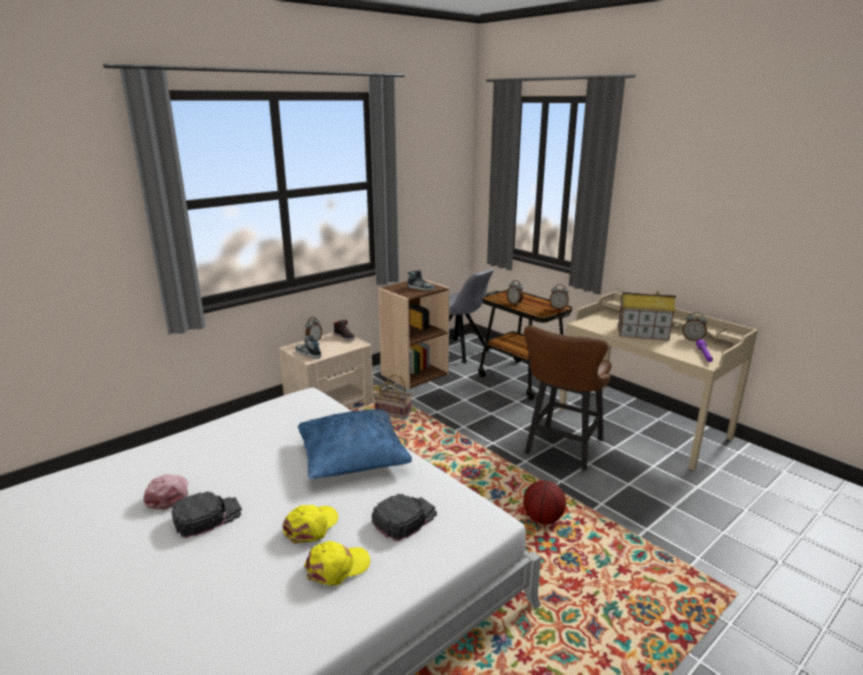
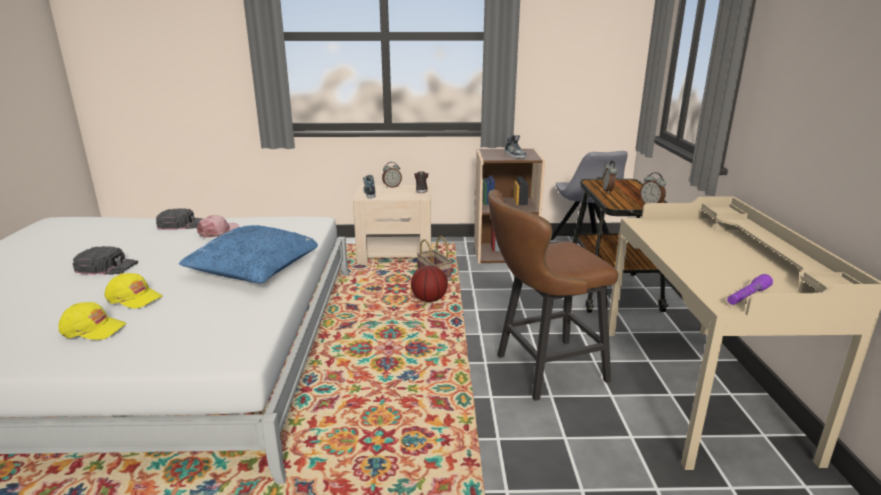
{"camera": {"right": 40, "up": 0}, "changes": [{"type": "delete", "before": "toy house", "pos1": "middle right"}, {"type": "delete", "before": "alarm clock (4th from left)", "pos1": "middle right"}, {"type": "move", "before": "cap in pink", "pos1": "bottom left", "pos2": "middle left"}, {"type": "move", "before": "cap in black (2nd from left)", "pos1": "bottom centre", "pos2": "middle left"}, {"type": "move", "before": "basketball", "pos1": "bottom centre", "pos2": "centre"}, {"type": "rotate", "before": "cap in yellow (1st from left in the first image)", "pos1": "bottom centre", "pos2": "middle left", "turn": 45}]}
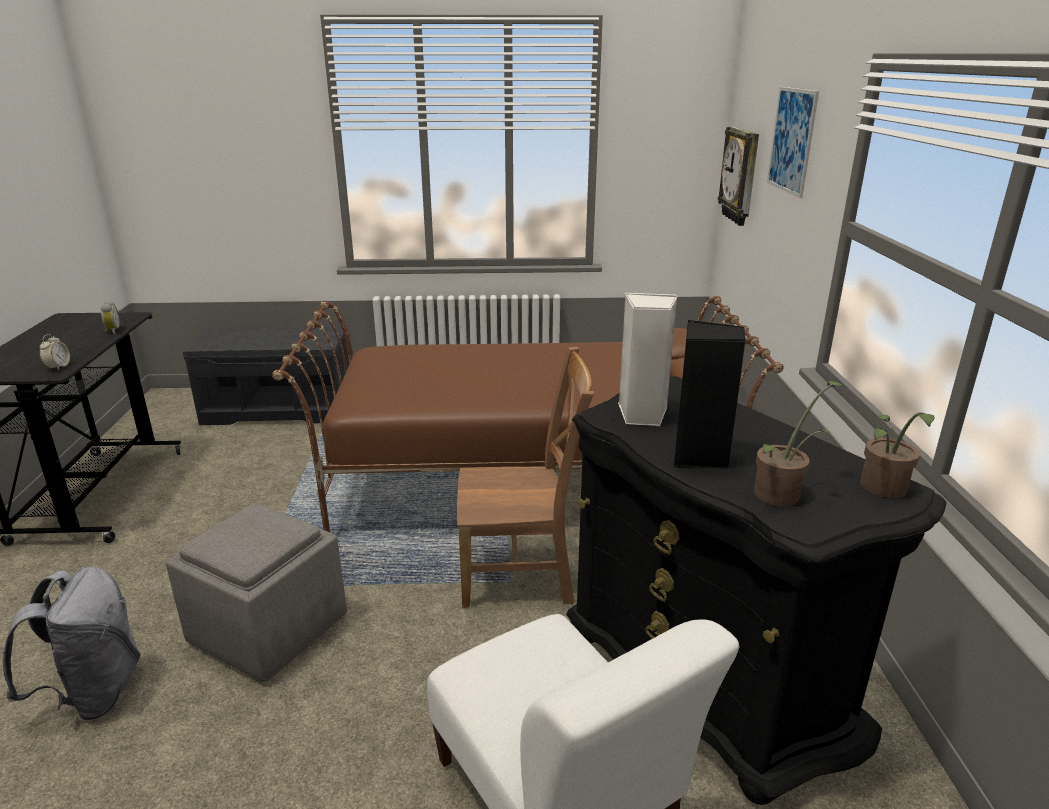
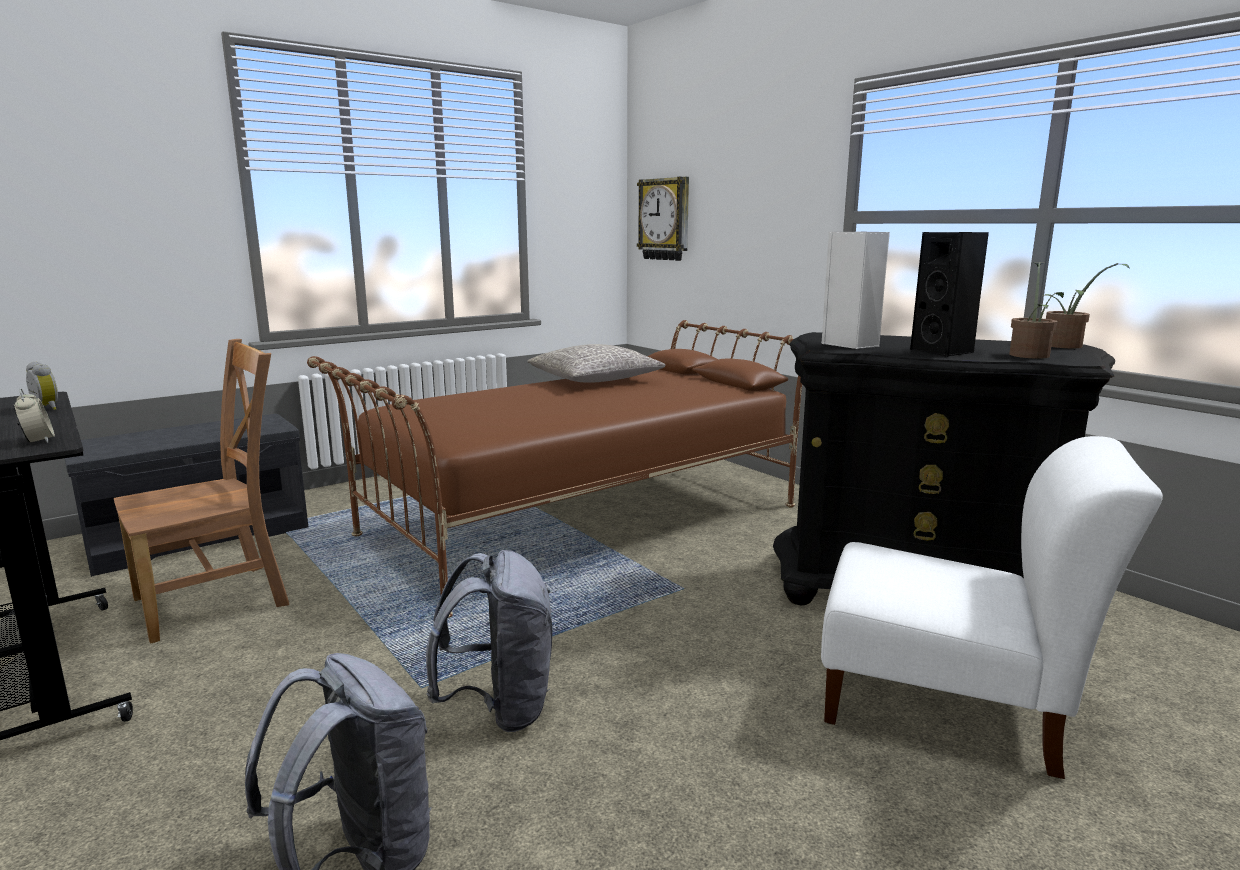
{"camera": {"right": -35, "up": -10}, "changes": [{"type": "delete", "before": "picture", "pos1": "top right"}, {"type": "insert", "after": "pillow in grey", "pos2": "centre"}, {"type": "move", "before": "chair in brown", "pos1": "centre", "pos2": "middle left"}, {"type": "replace", "before": "ottoman in grey", "after": "backpack in grey (2nd from left)", "pos1": "bottom left", "pos2": "bottom centre"}]}
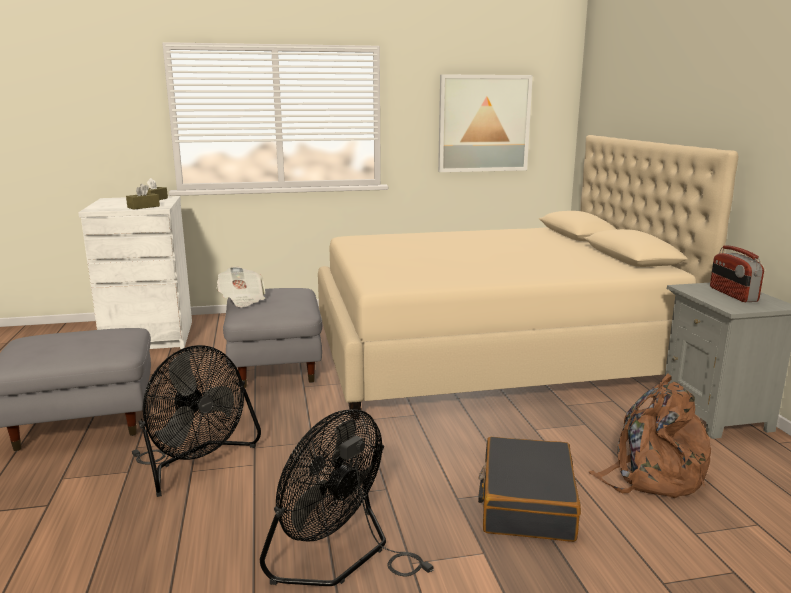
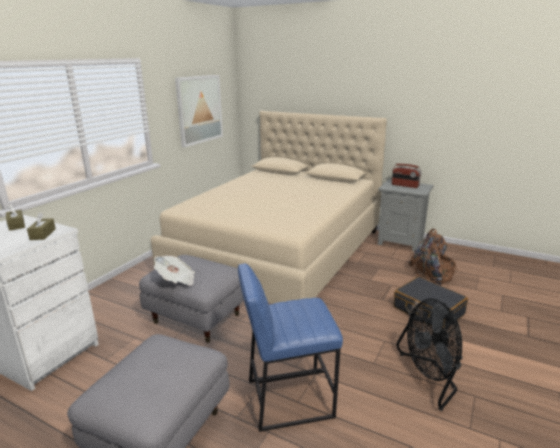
{"camera": {"right": -50, "up": 5}, "changes": [{"type": "replace", "before": "fan in black (1st from left)", "after": "chair in blue", "pos1": "bottom left", "pos2": "bottom centre"}]}
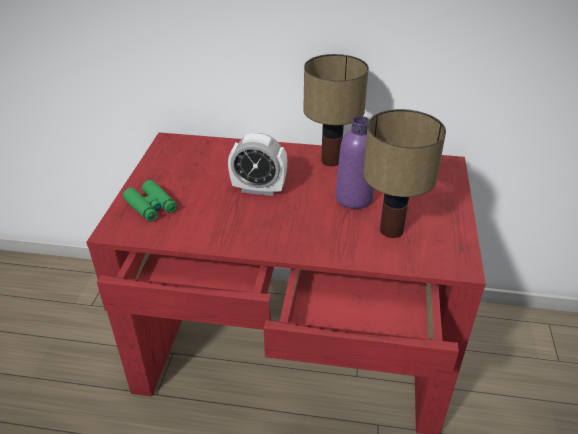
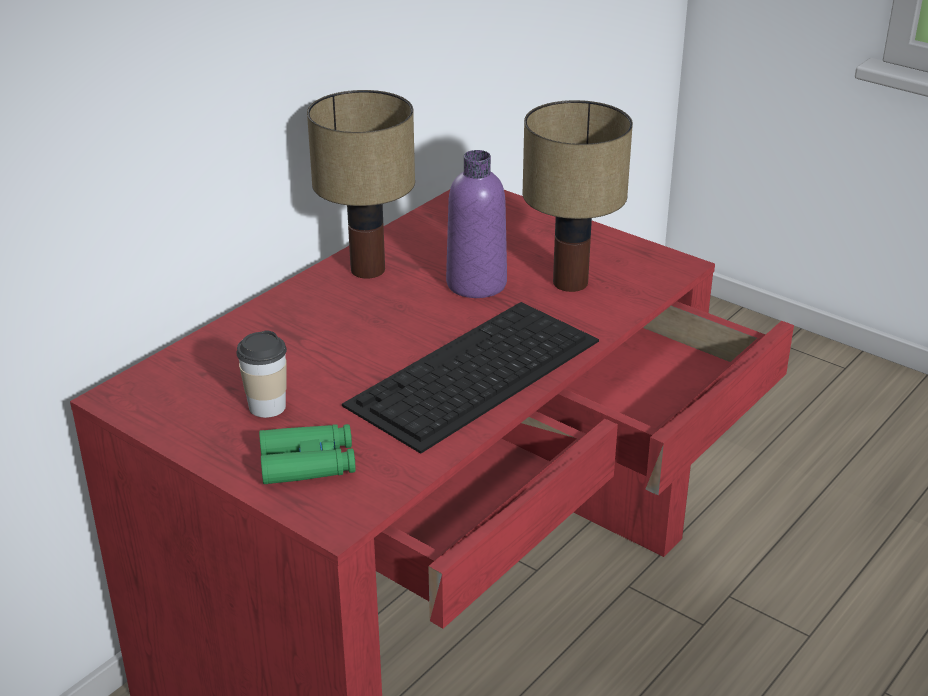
{"camera": {"right": -60, "up": -5}, "changes": [{"type": "delete", "before": "alarm clock", "pos1": "centre"}, {"type": "insert", "after": "cup", "pos2": "middle left"}, {"type": "insert", "after": "keyboard", "pos2": "centre"}]}
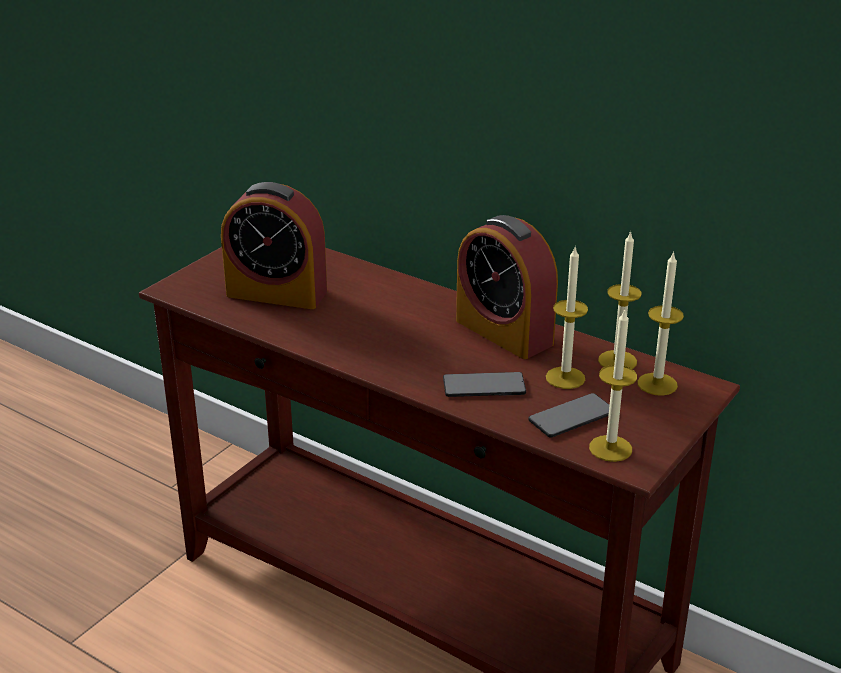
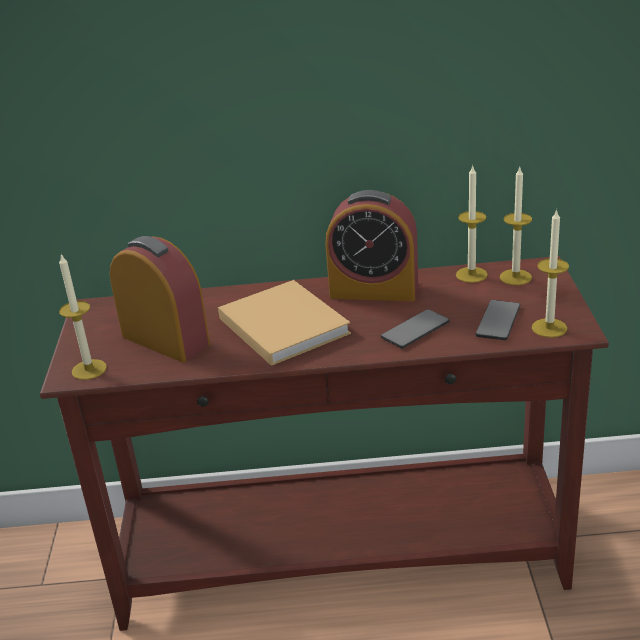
{"camera": {"right": -35, "up": 0}, "changes": [{"type": "insert", "after": "book in beige", "pos2": "centre"}, {"type": "move", "before": "candle (1st from left)", "pos1": "middle right", "pos2": "middle left"}, {"type": "rotate", "before": "alarm clock (1st from left)", "pos1": "middle left", "pos2": "middle left", "turn": -120}]}
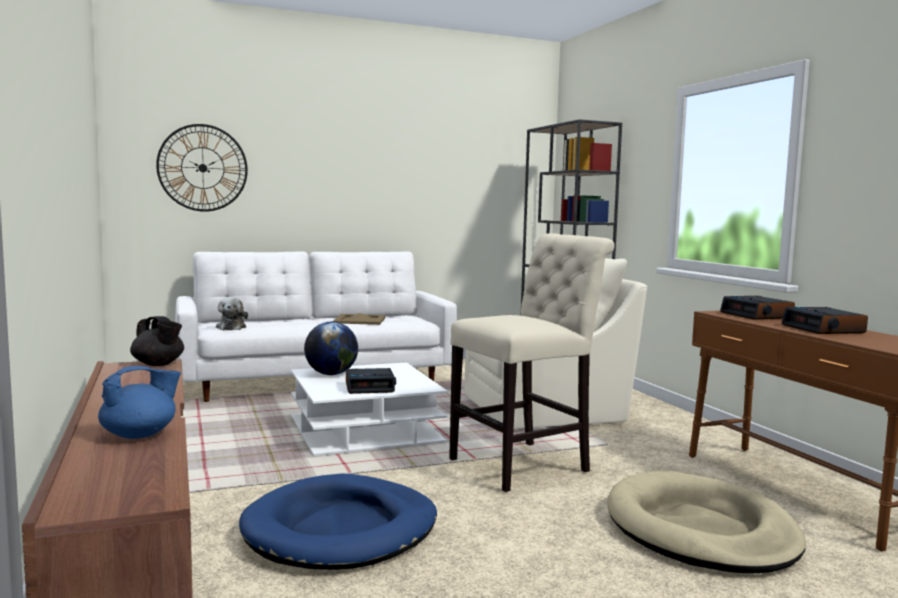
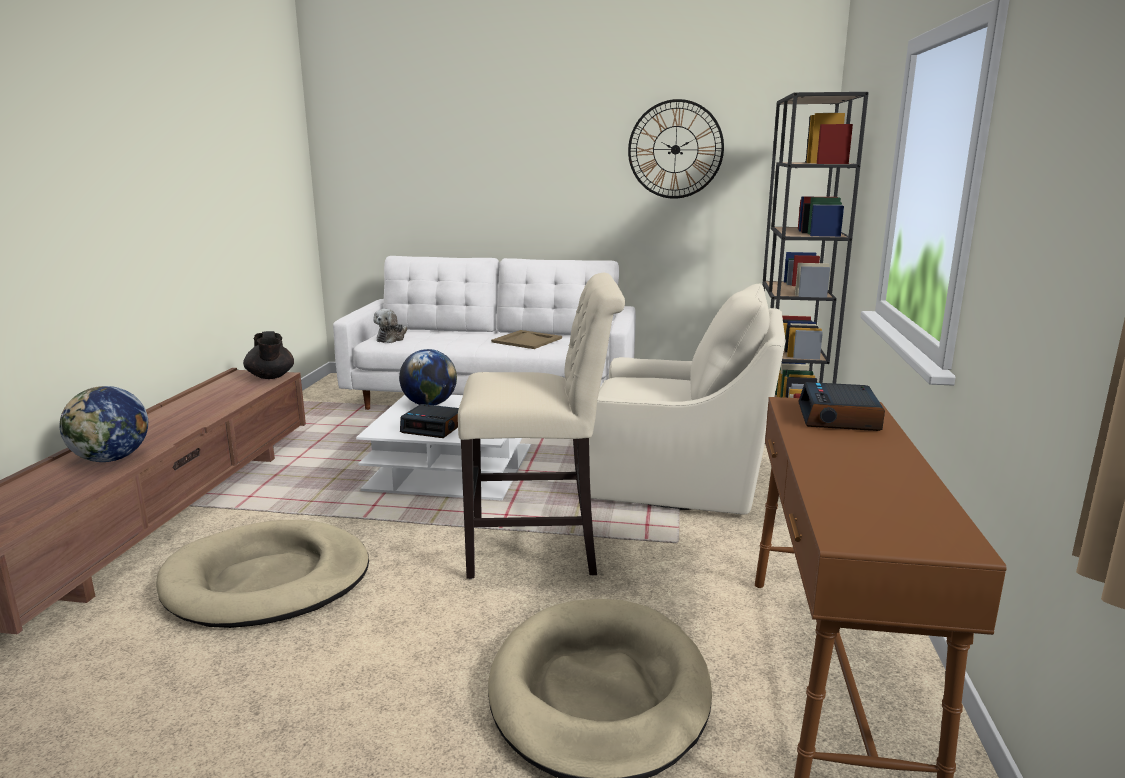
{"camera": {"right": 30, "up": 10}, "changes": [{"type": "delete", "before": "alarm clock (3rd from left)", "pos1": "middle right"}, {"type": "move", "before": "wall clock", "pos1": "top left", "pos2": "top centre"}, {"type": "replace", "before": "teapot in blue", "after": "globe (1st from left)", "pos1": "bottom left", "pos2": "middle left"}, {"type": "recolor", "before": "dog bed in blue", "after": "dog bed in beige (1st from left)", "pos1": "bottom centre", "pos2": "bottom left"}]}
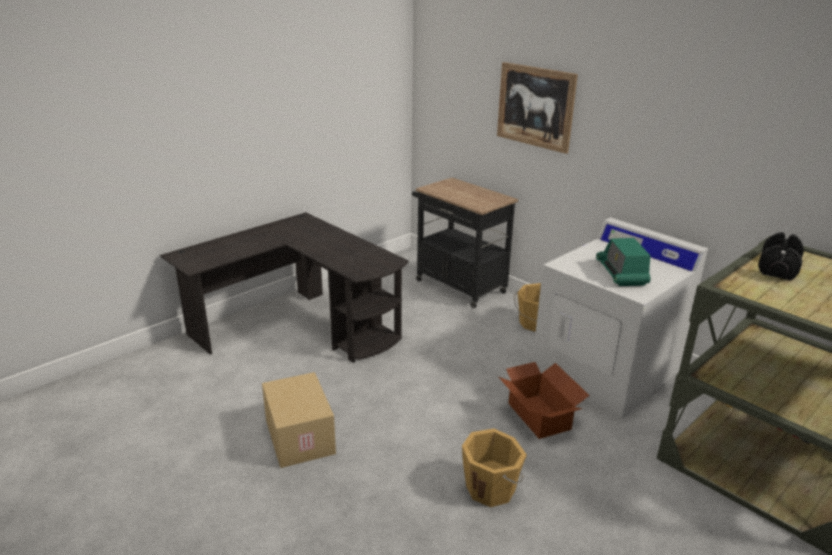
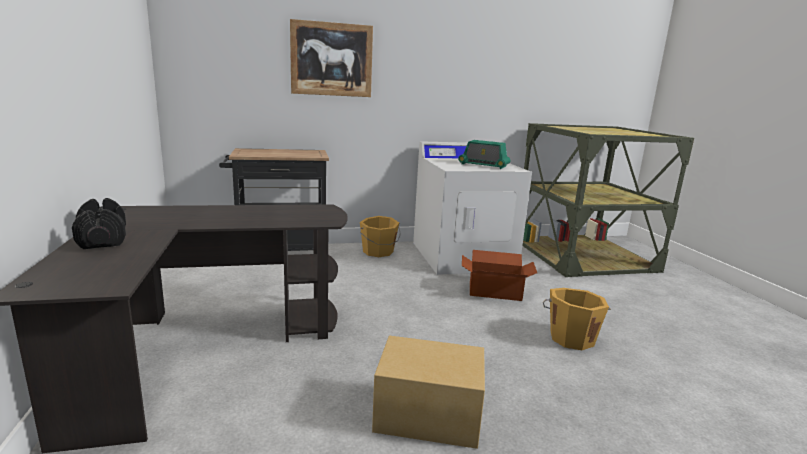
{"camera": {"right": -60, "up": -10}, "changes": [{"type": "move", "before": "dumbbell in black", "pos1": "middle right", "pos2": "middle left"}]}
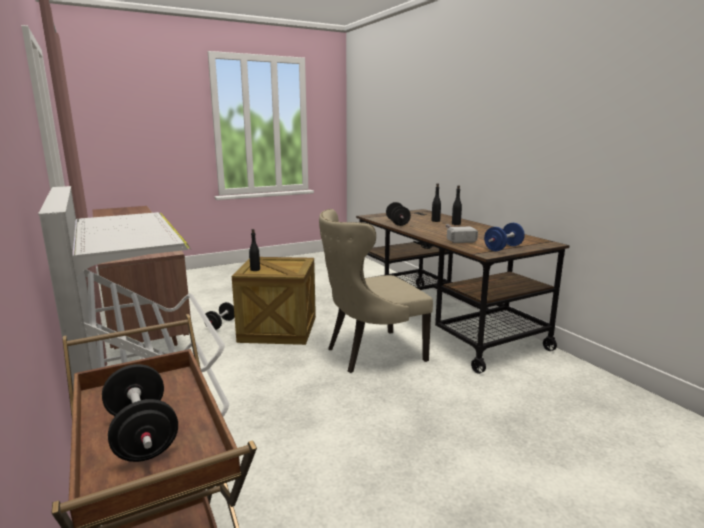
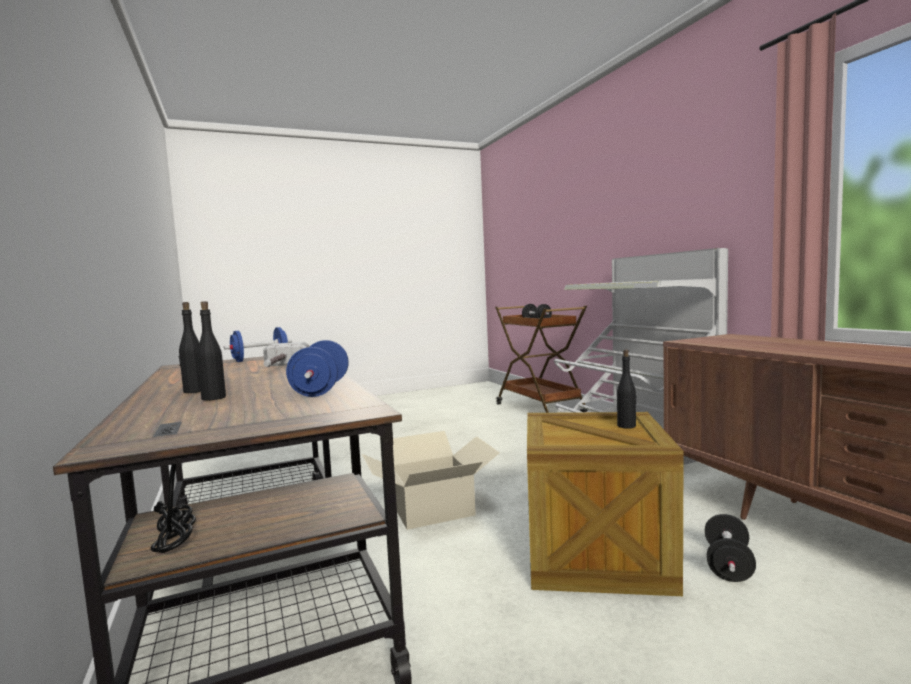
{"camera": {"right": -175, "up": -10}, "changes": [{"type": "replace", "before": "chair in beige", "after": "cardboard box", "pos1": "centre", "pos2": "bottom centre"}, {"type": "recolor", "before": "dumbbell in black (3rd from left)", "after": "dumbbell in blue (2nd from left)", "pos1": "centre", "pos2": "centre"}]}
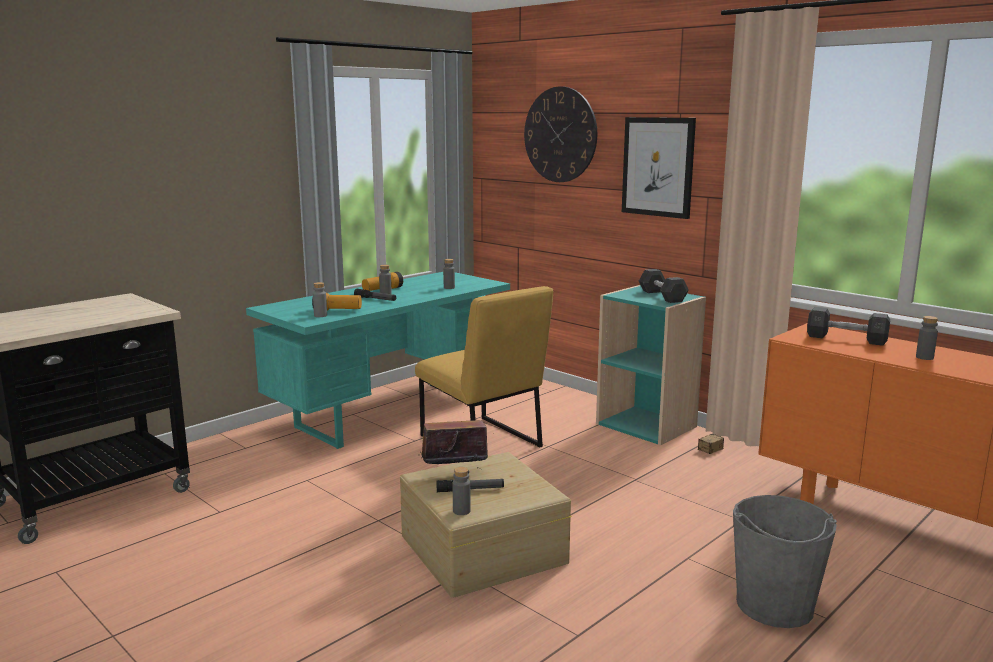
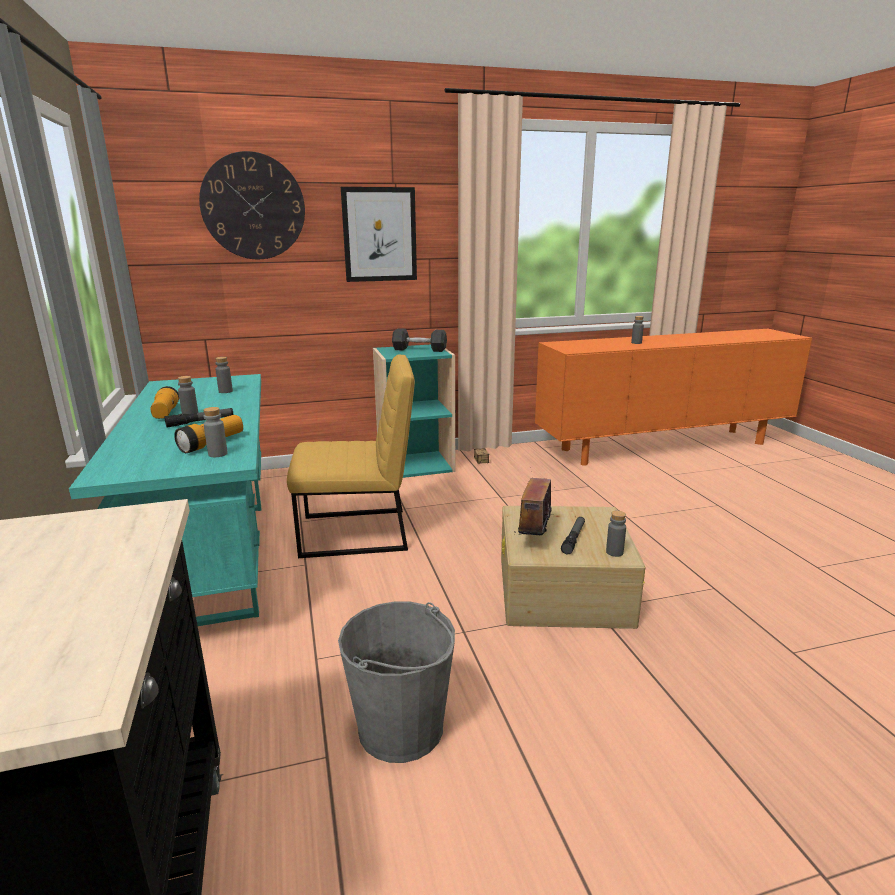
{"camera": {"right": -60, "up": 5}, "changes": [{"type": "delete", "before": "dumbbell in grey (2nd from left)", "pos1": "middle right"}, {"type": "move", "before": "bucket in grey", "pos1": "bottom right", "pos2": "bottom centre"}]}
